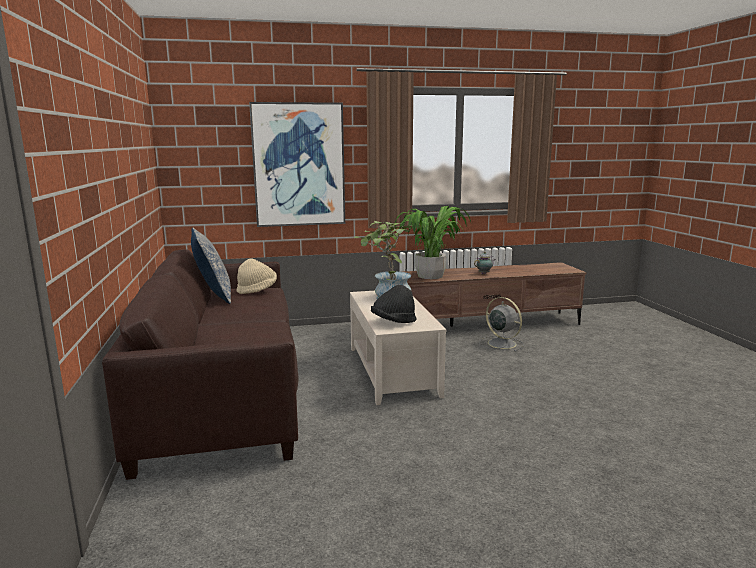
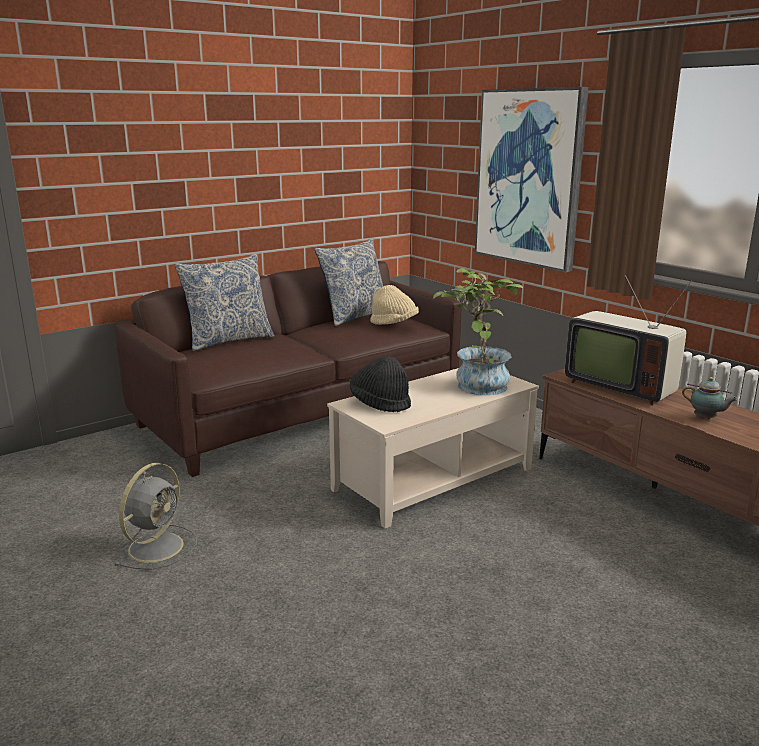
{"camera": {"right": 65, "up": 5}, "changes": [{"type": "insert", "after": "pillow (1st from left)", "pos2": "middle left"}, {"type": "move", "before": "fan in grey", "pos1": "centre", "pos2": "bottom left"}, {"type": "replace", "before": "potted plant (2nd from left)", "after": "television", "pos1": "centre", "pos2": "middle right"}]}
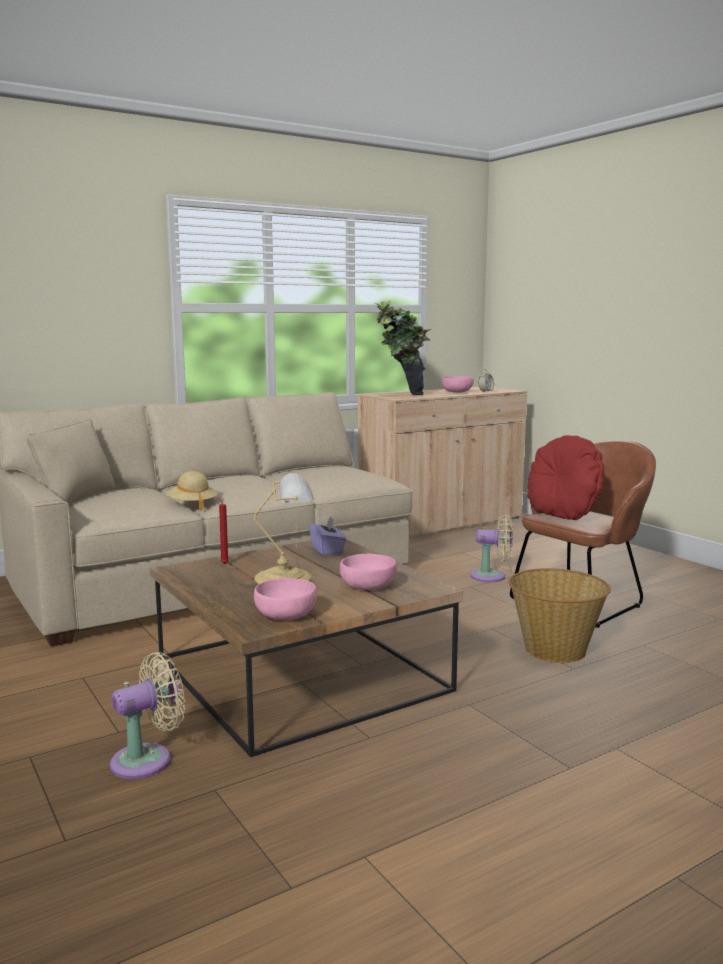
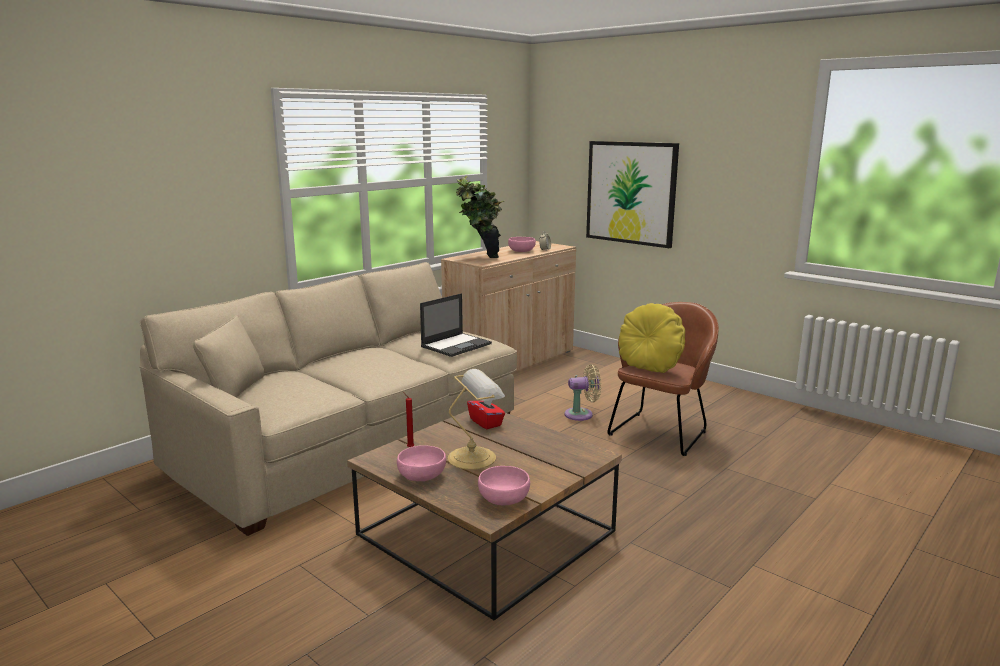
{"camera": {"right": -15, "up": 5}, "changes": [{"type": "delete", "before": "fan in beige (1st from left)", "pos1": "bottom left"}, {"type": "delete", "before": "hat in beige", "pos1": "middle left"}, {"type": "delete", "before": "basket", "pos1": "middle right"}, {"type": "insert", "after": "laptop", "pos2": "centre"}, {"type": "insert", "after": "picture", "pos2": "top centre"}, {"type": "move", "before": "bowl in pink (2nd from left in the first image)", "after": "bowl in pink (1st from left)", "pos1": "centre", "pos2": "bottom centre"}, {"type": "recolor", "before": "tissue box in purple", "after": "tissue box in red", "pos1": "centre", "pos2": "centre"}, {"type": "recolor", "before": "pillow in red", "after": "pillow in yellow", "pos1": "middle right", "pos2": "centre"}]}
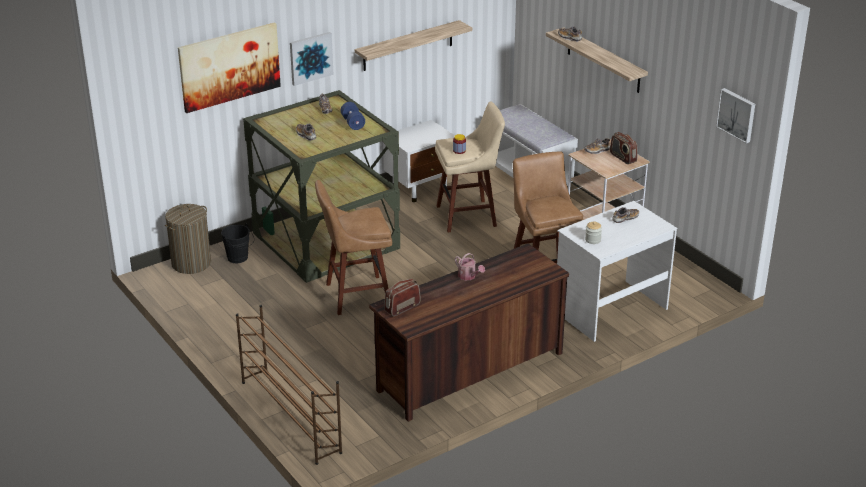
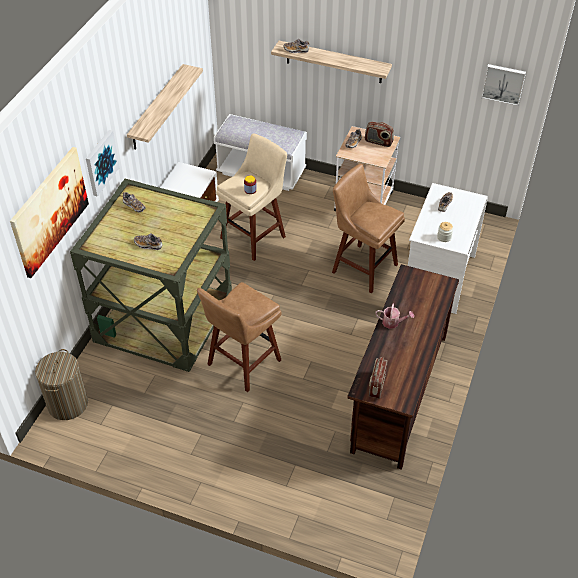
{"camera": {"right": -35, "up": 15}, "changes": [{"type": "delete", "before": "bucket in black", "pos1": "middle left"}, {"type": "delete", "before": "shoe rack in brown", "pos1": "bottom centre"}, {"type": "delete", "before": "dumbbell in blue", "pos1": "top centre"}]}
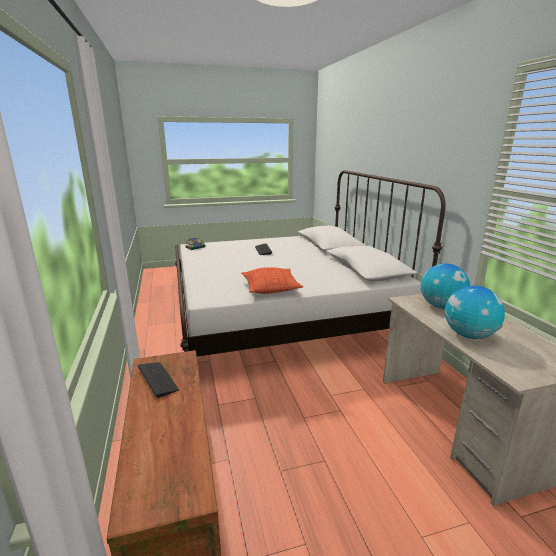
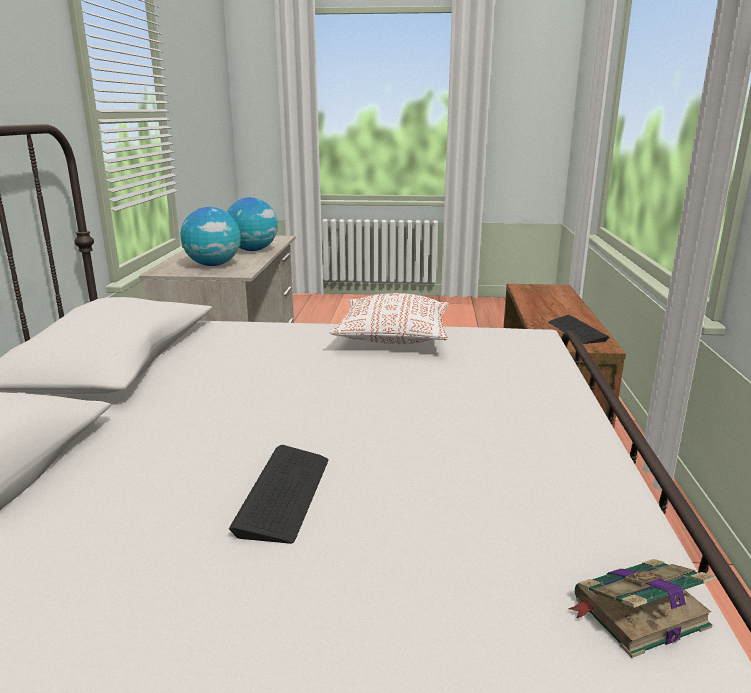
{"camera": {"right": -160, "up": 0}, "changes": [{"type": "recolor", "before": "pillow in orange", "after": "pillow in white", "pos1": "centre", "pos2": "centre"}]}
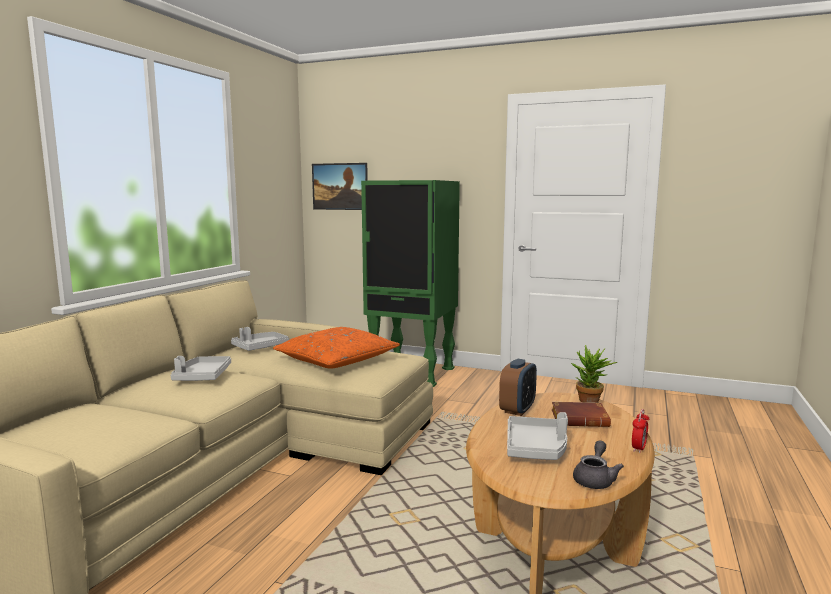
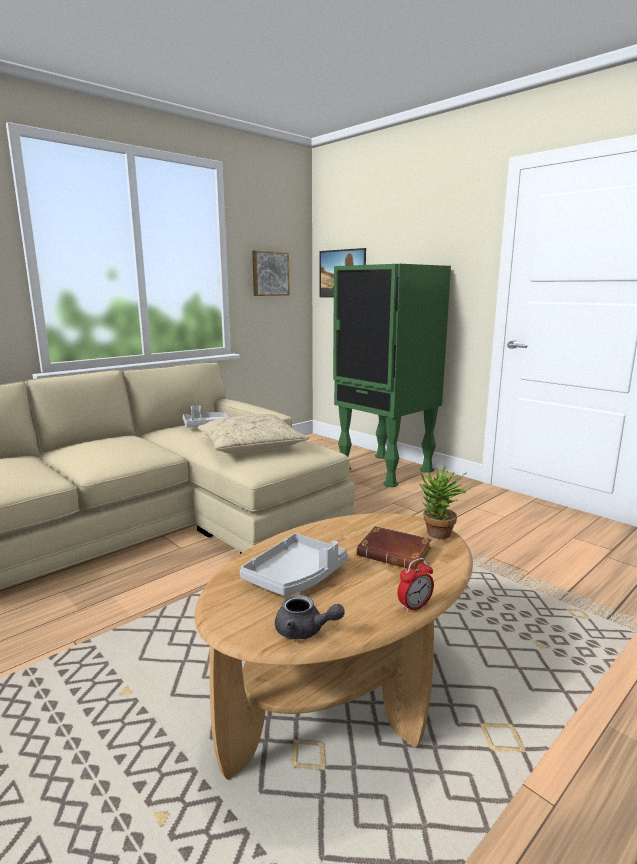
{"camera": {"right": 25, "up": 5}, "changes": [{"type": "delete", "before": "tray in grey (1st from left)", "pos1": "middle left"}, {"type": "delete", "before": "alarm clock (1st from left)", "pos1": "centre"}, {"type": "insert", "after": "picture (1st from left)", "pos2": "top centre"}, {"type": "recolor", "before": "pillow in orange", "after": "pillow in beige", "pos1": "centre", "pos2": "centre"}, {"type": "rotate", "before": "teapot in grey", "pos1": "bottom right", "pos2": "bottom centre", "turn": 60}]}
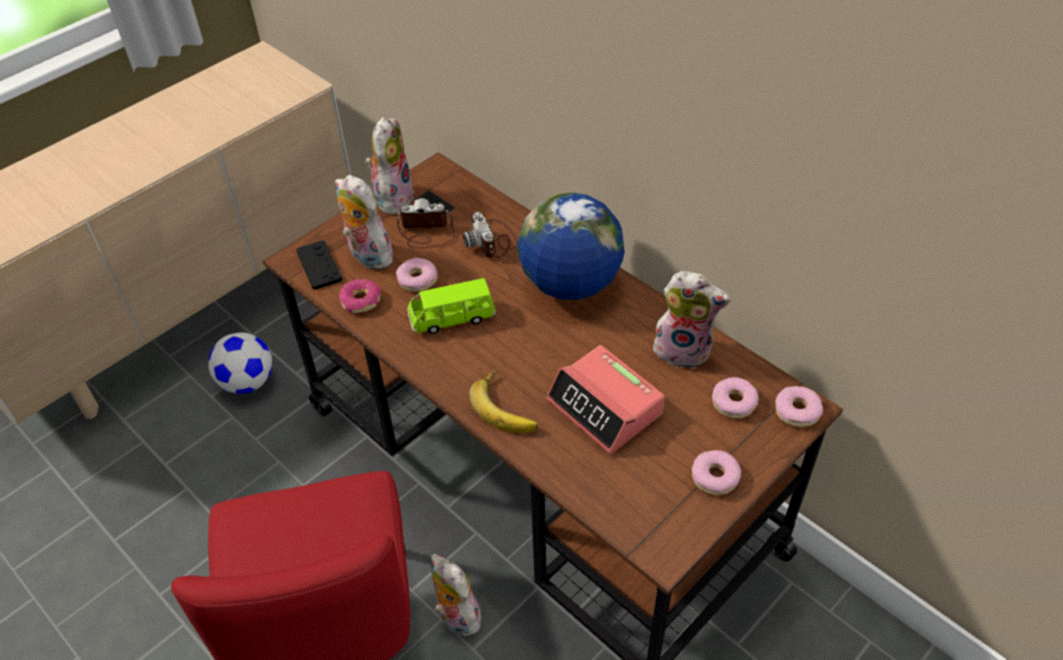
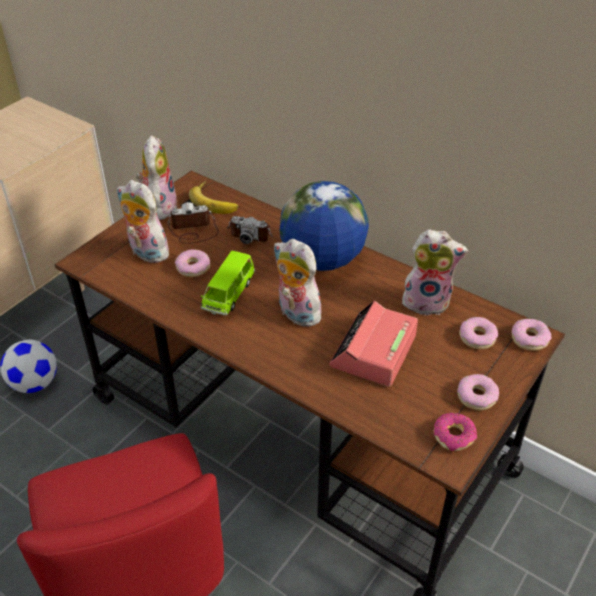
{"camera": {"right": -10, "up": -5}, "changes": [{"type": "delete", "before": "game controller in black", "pos1": "middle left"}, {"type": "move", "before": "donut (1st from left in the first image)", "after": "donut (2nd from left)", "pos1": "centre", "pos2": "bottom right"}, {"type": "move", "before": "plush toy (3rd from left)", "pos1": "bottom centre", "pos2": "centre"}, {"type": "move", "before": "banana", "pos1": "centre", "pos2": "top centre"}, {"type": "rotate", "before": "toy car in green", "pos1": "centre", "pos2": "centre", "turn": -45}, {"type": "rotate", "before": "photo camera (2nd from left)", "pos1": "centre", "pos2": "centre", "turn": -45}, {"type": "rotate", "before": "alarm clock", "pos1": "centre", "pos2": "centre", "turn": 75}]}
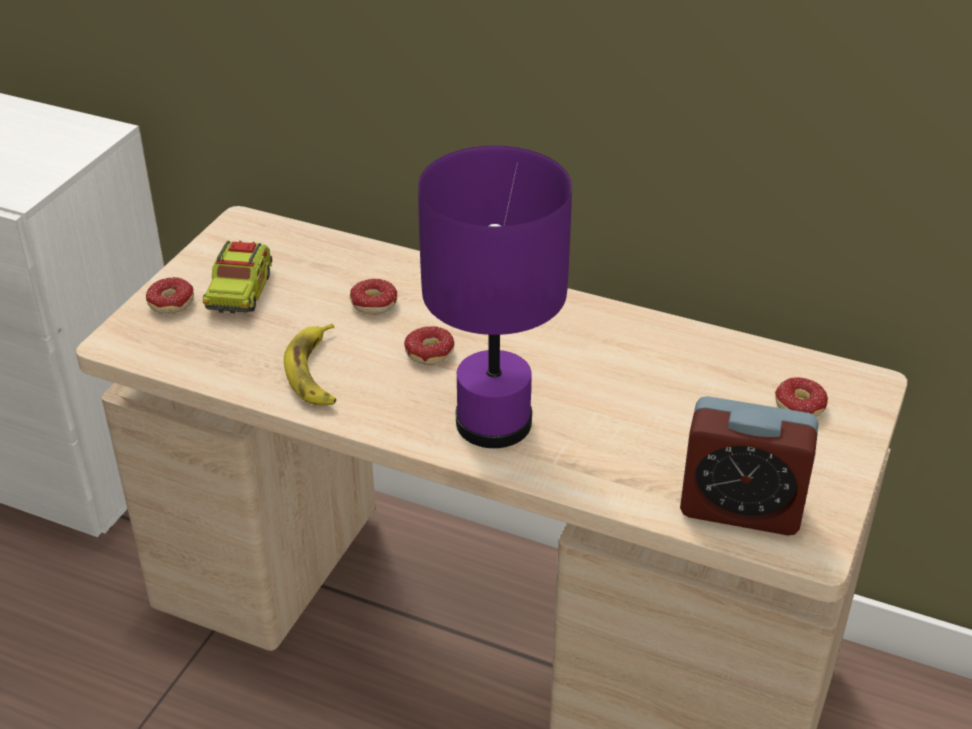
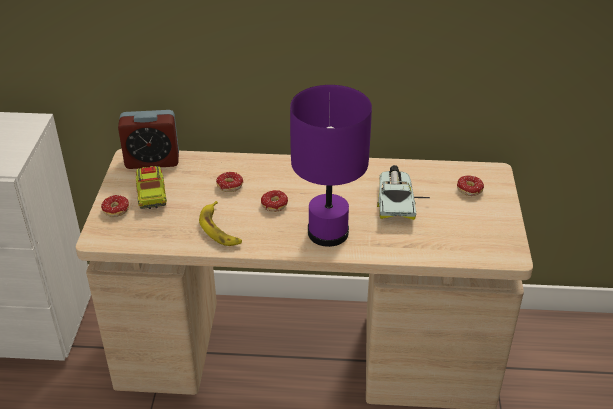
{"camera": {"right": -20, "up": 0}, "changes": [{"type": "insert", "after": "toy car", "pos2": "centre"}, {"type": "move", "before": "alarm clock", "pos1": "middle right", "pos2": "middle left"}]}
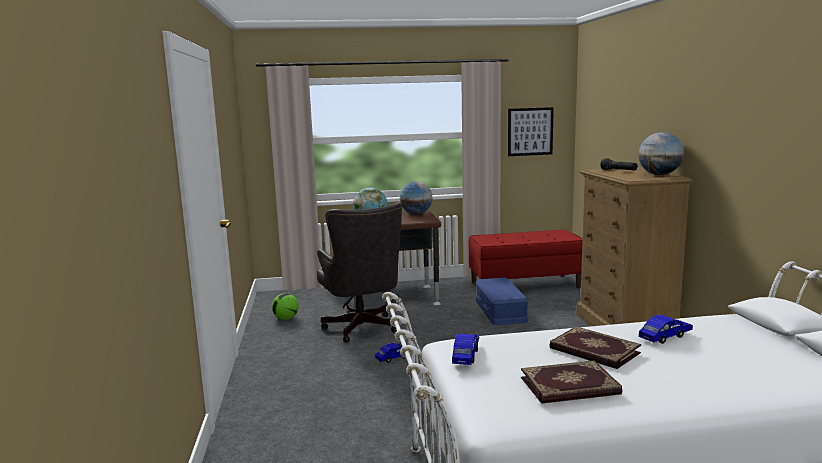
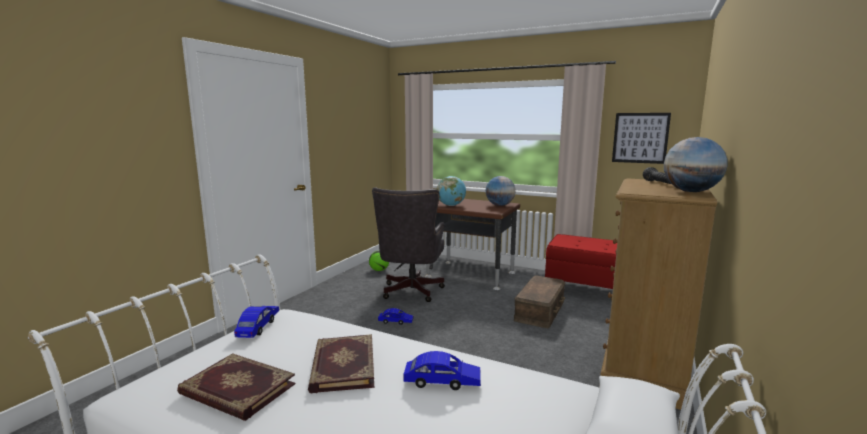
{"camera": {"right": 35, "up": 0}, "changes": [{"type": "recolor", "before": "storage box in blue", "after": "storage box in brown", "pos1": "centre", "pos2": "bottom centre"}, {"type": "rotate", "before": "toy car in blue (2nd from left in the first image)", "pos1": "bottom centre", "pos2": "bottom left", "turn": -45}]}
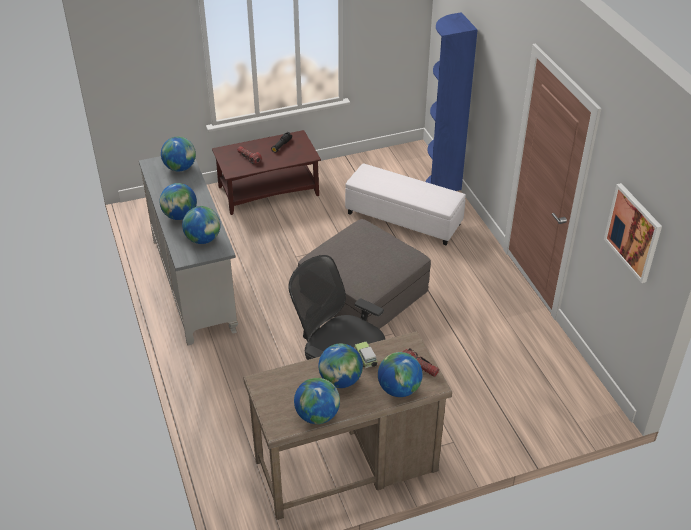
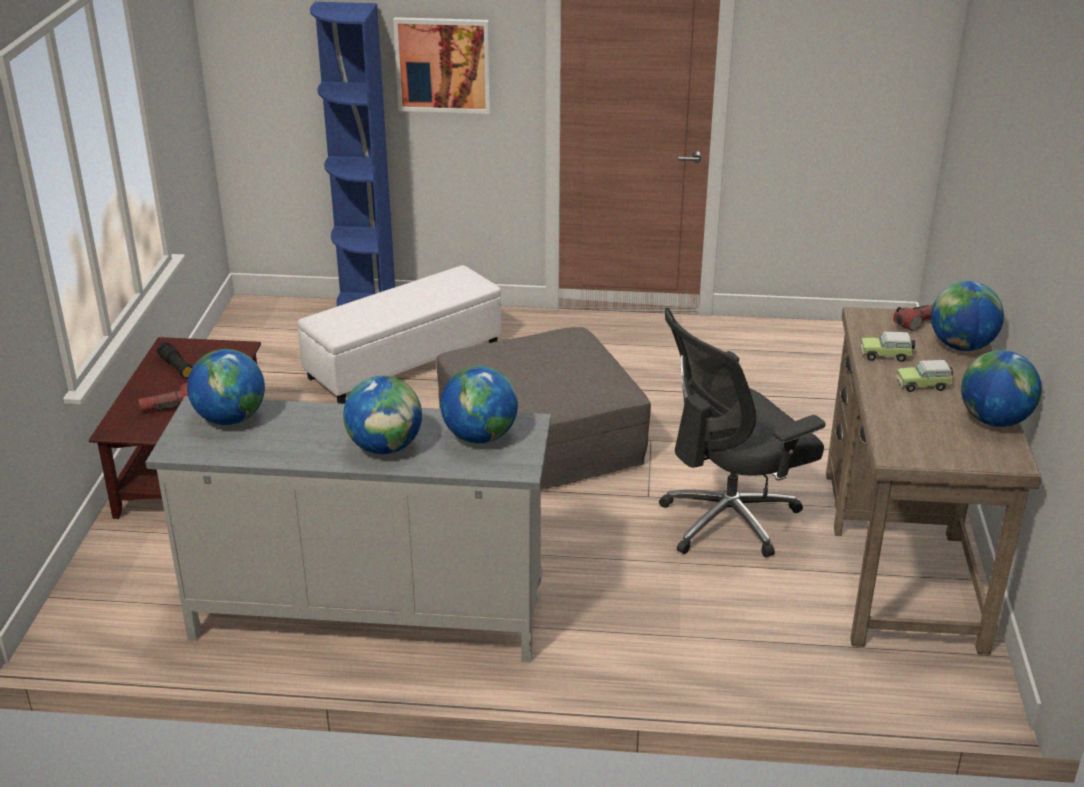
{"camera": {"right": -65, "up": -10}, "changes": [{"type": "move", "before": "picture", "pos1": "middle right", "pos2": "top centre"}, {"type": "replace", "before": "globe (5th from left)", "after": "toy car (2nd from left)", "pos1": "bottom centre", "pos2": "middle right"}]}
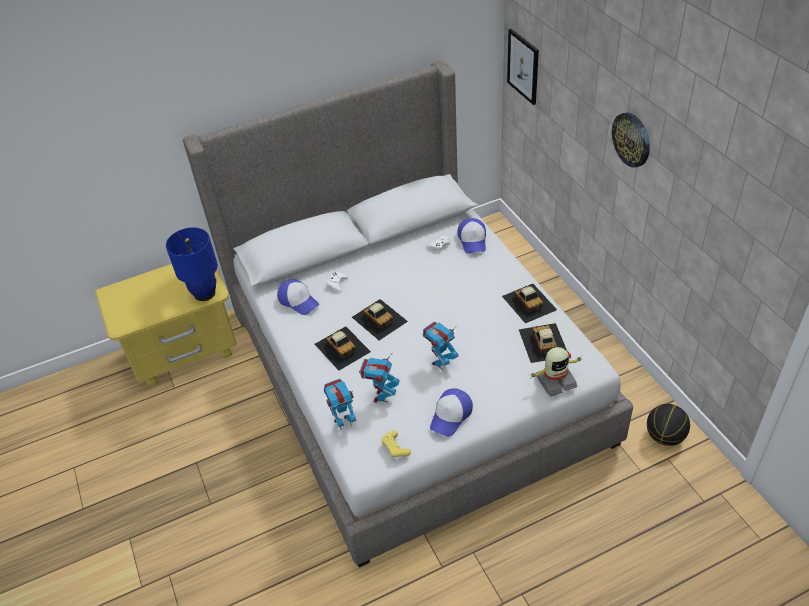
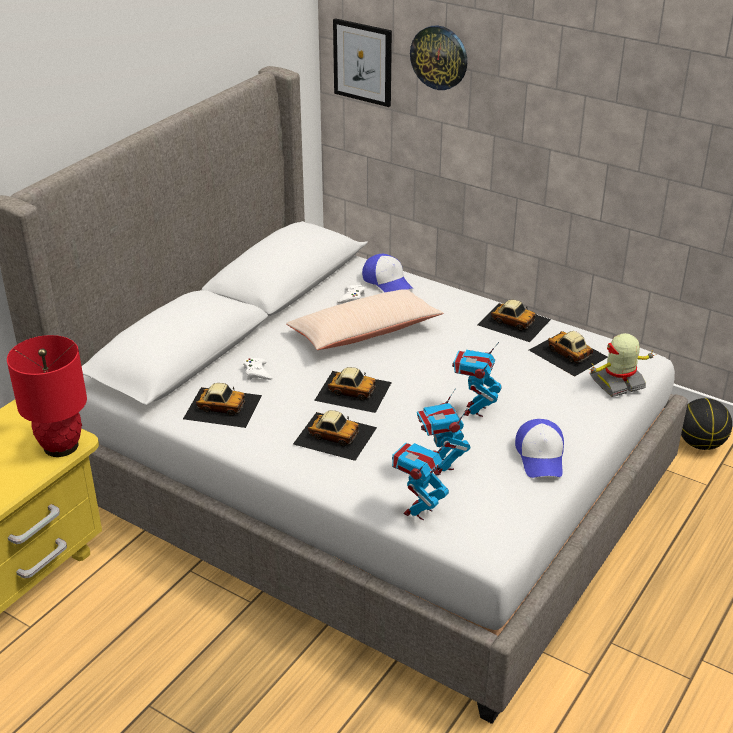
{"camera": {"right": -35, "up": -10}, "changes": [{"type": "delete", "before": "game controller in yellow", "pos1": "bottom centre"}, {"type": "insert", "after": "pillow in beige", "pos2": "centre"}, {"type": "move", "before": "wall clock", "pos1": "top right", "pos2": "top centre"}, {"type": "replace", "before": "cap (1st from left)", "after": "toy car (1st from left)", "pos1": "centre", "pos2": "middle left"}, {"type": "recolor", "before": "table lamp in blue", "after": "table lamp in red", "pos1": "middle left", "pos2": "middle left"}, {"type": "rotate", "before": "toy robot (4th from left)", "pos1": "middle right", "pos2": "middle right", "turn": -150}]}
